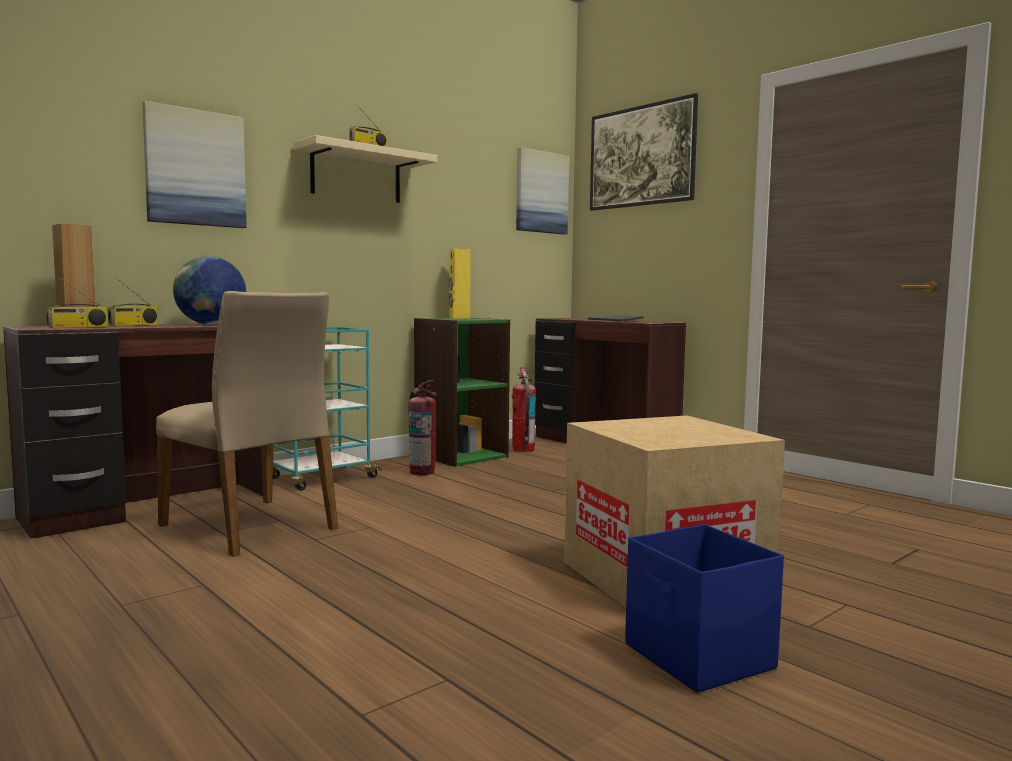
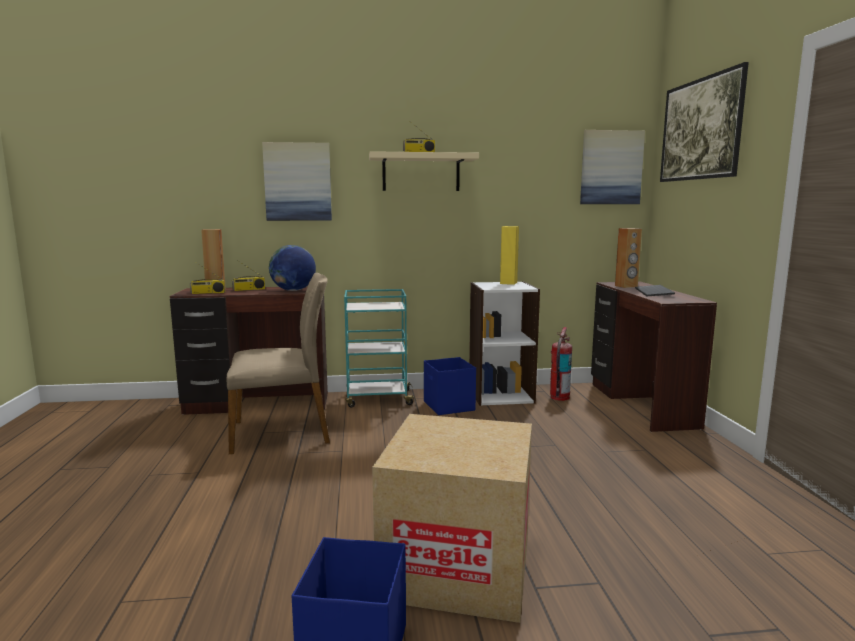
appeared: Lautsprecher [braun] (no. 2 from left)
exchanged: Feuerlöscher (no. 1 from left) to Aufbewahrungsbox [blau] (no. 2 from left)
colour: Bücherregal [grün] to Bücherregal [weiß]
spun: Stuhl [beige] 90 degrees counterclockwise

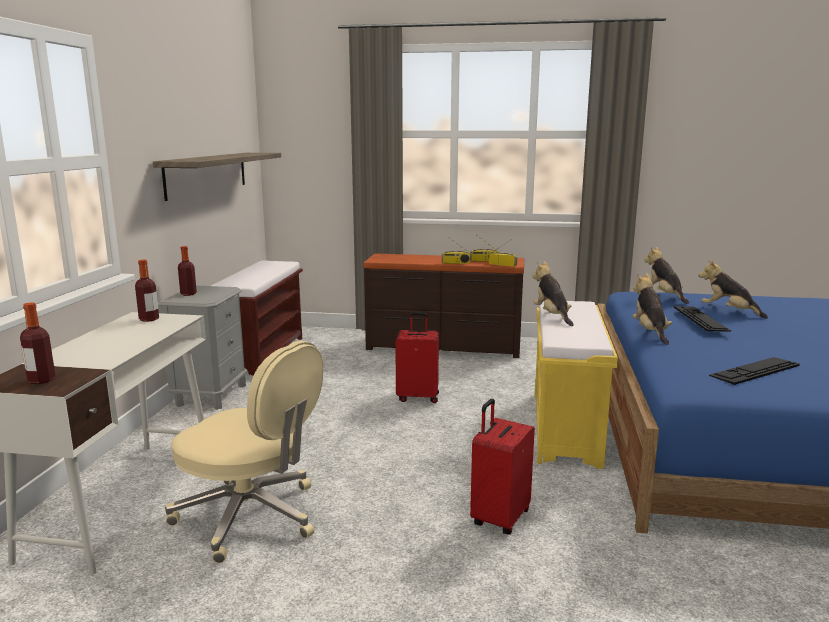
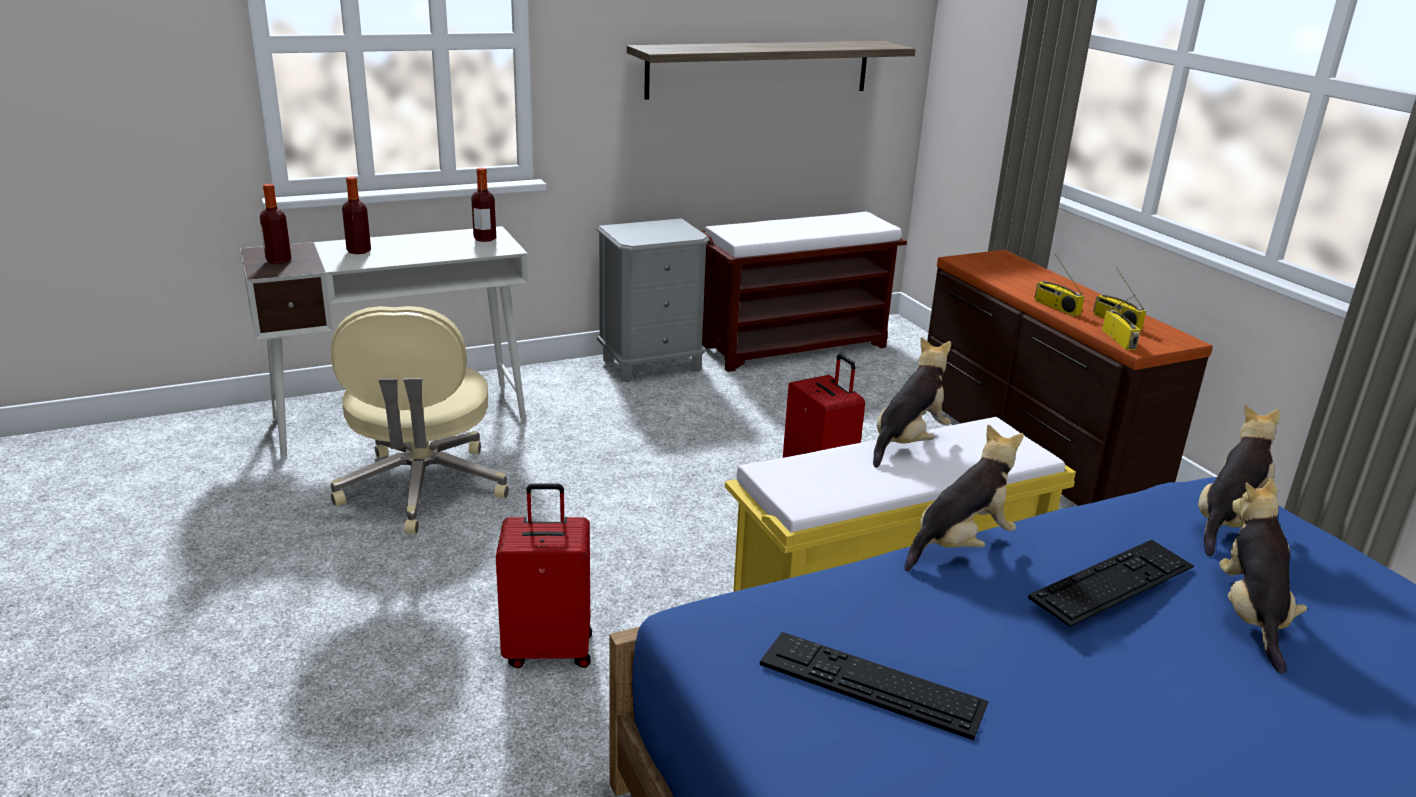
relocated: Flasche (no. 3 from left in the first image) to Flasche (no. 2 from left)

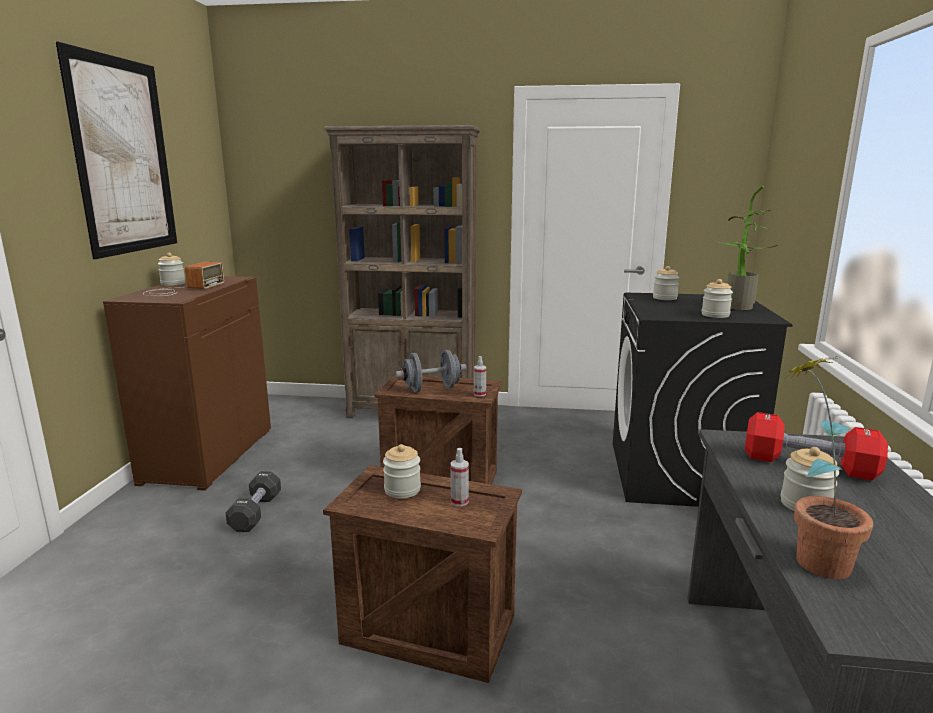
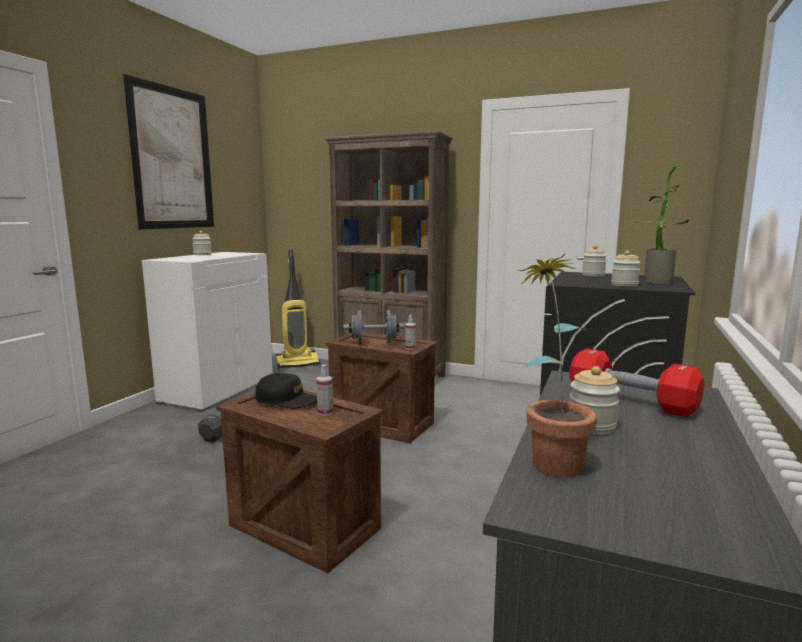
missing: Radio
appeared: Staubsauger
exchanged: Vorratsglas (no. 2 from left) to Kappe [schwarz]
colour: Schrank [braun] to Schrank [weiß]

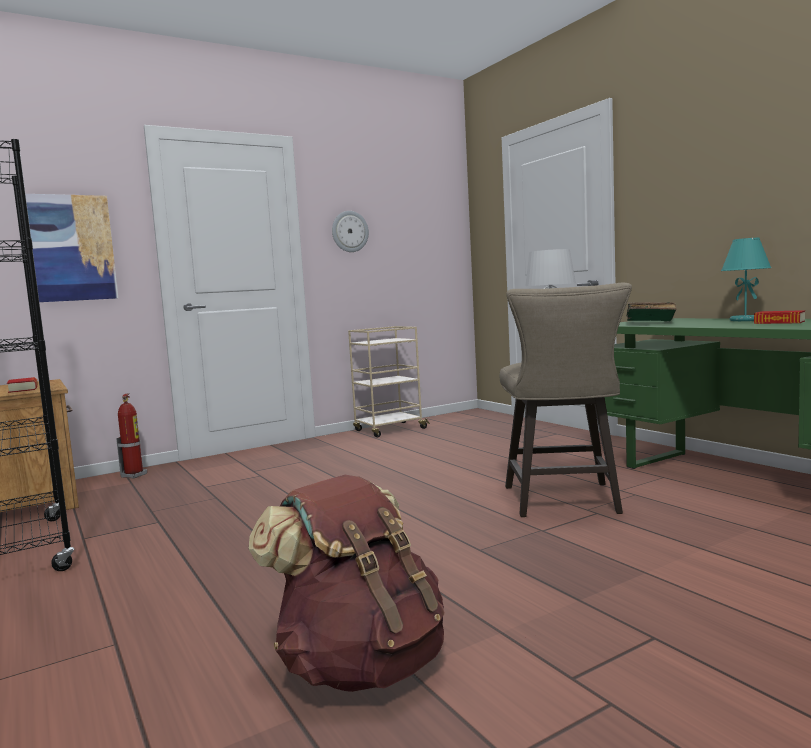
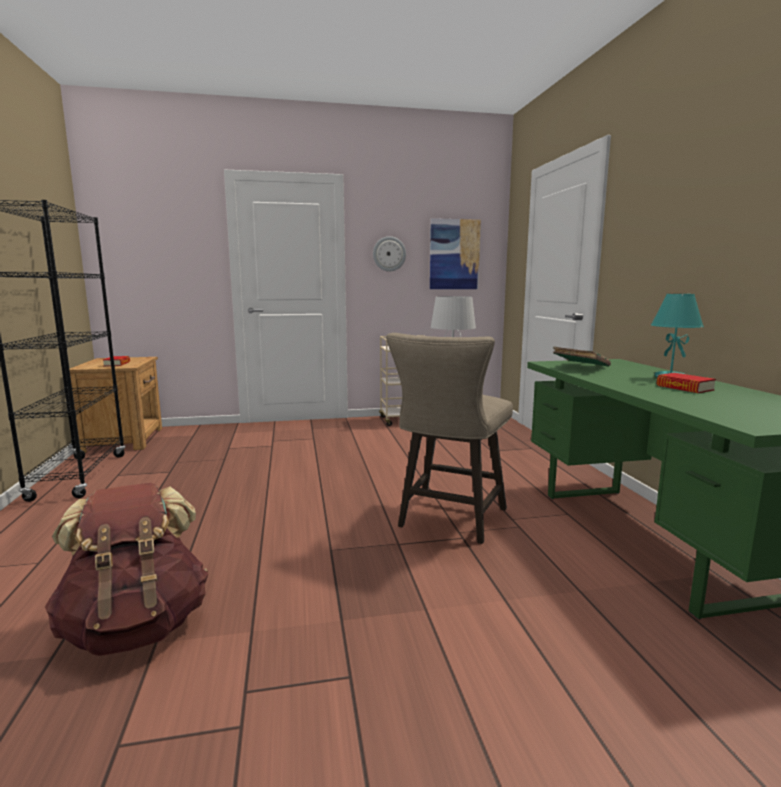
missing: Feuerlöscher
relocated: Bild

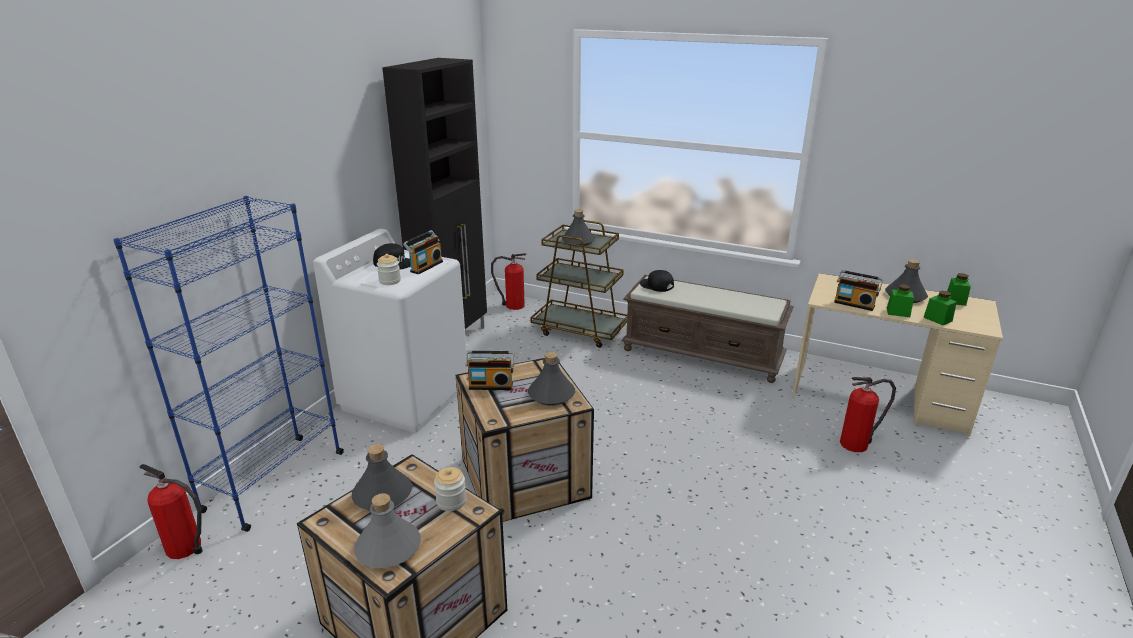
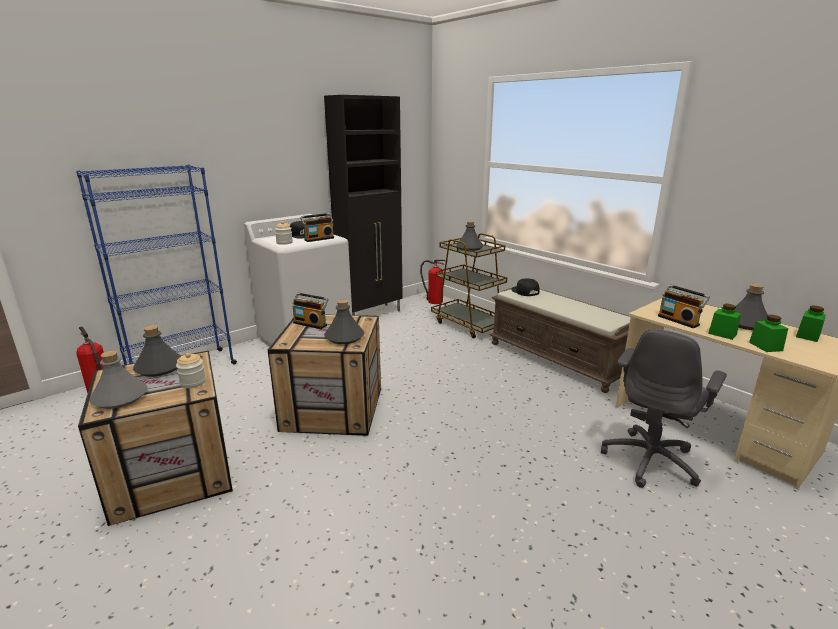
exchanged: Feuerlöscher (no. 3 from left) to Bürostuhl [grau]

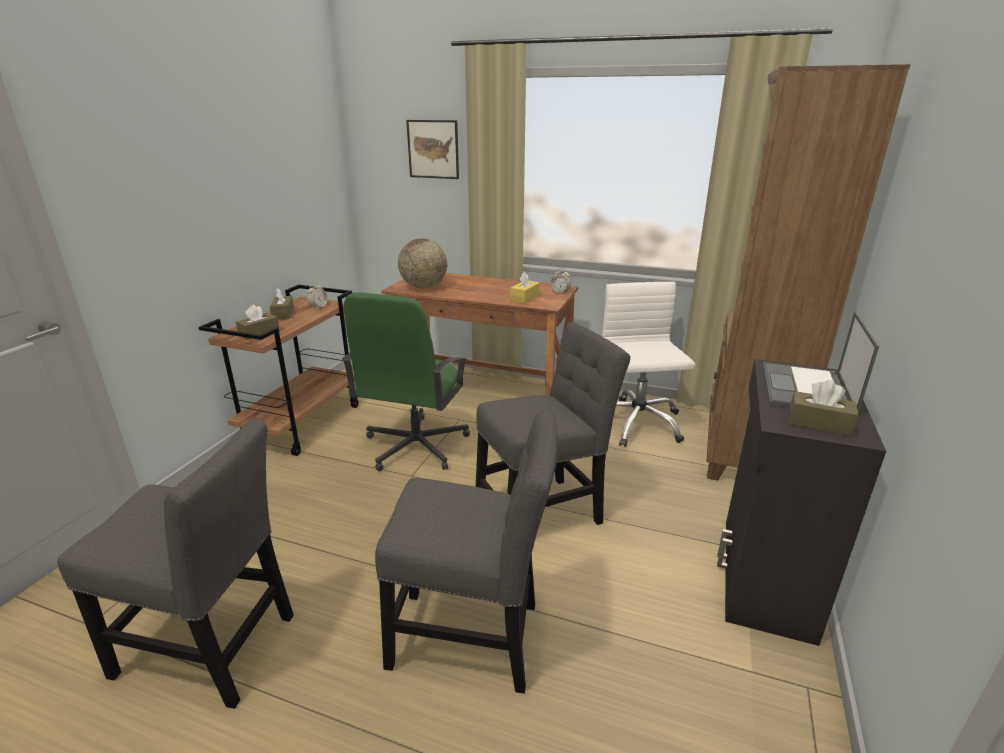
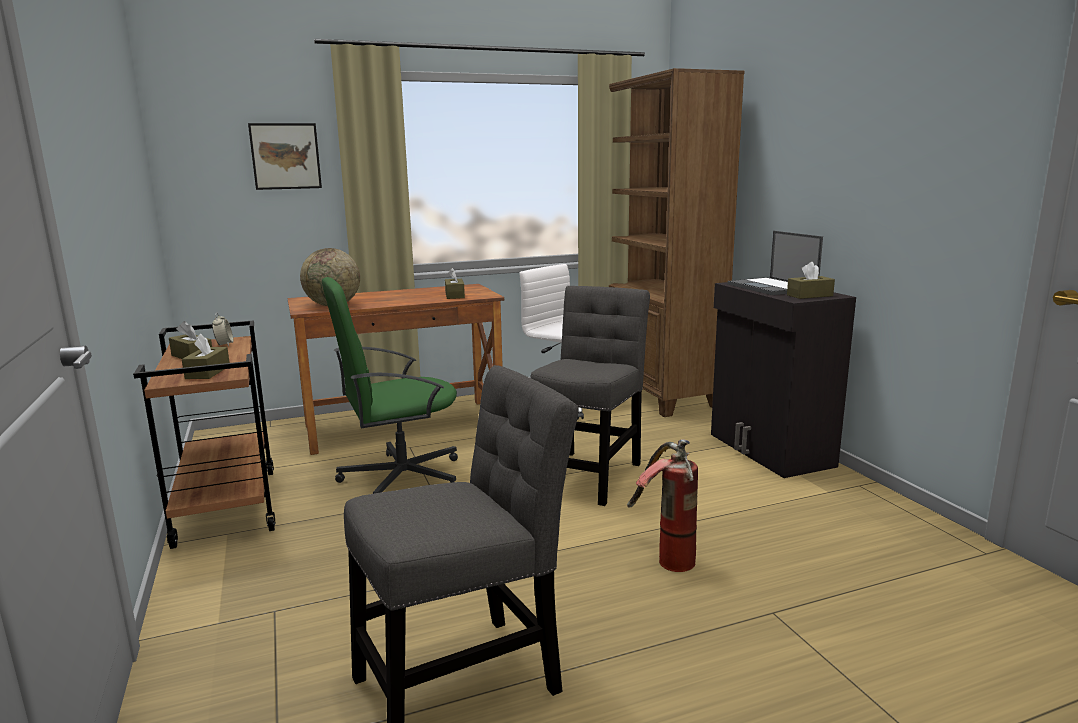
missing: Wecker (no. 2 from left)
exchanged: Stuhl [grau] (no. 2 from left) to Feuerlöscher
colour: Taschentuchbox [gelb] to Taschentuchbox [braun] (no. 3 from left)
spun: Bürostuhl [grün] 90 degrees clockwise

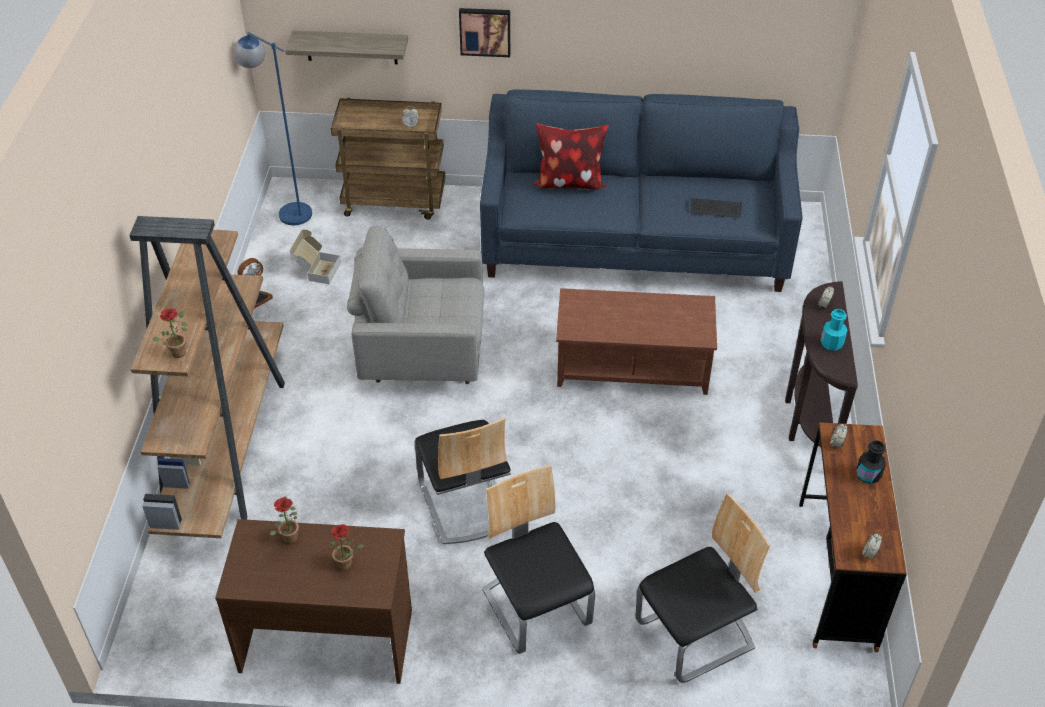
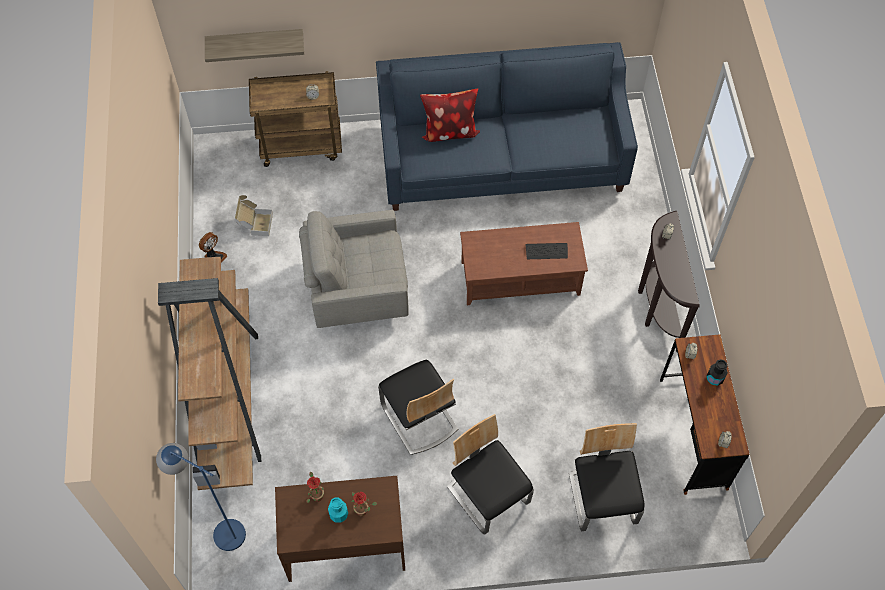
missing: Bild; Topfpflanze (no. 1 from left)
relocated: Stehlampe [blau]; Tastatur; Flasche [türkis]
spun: Stuhl (no. 3 from left) 60 degrees counterclockwise

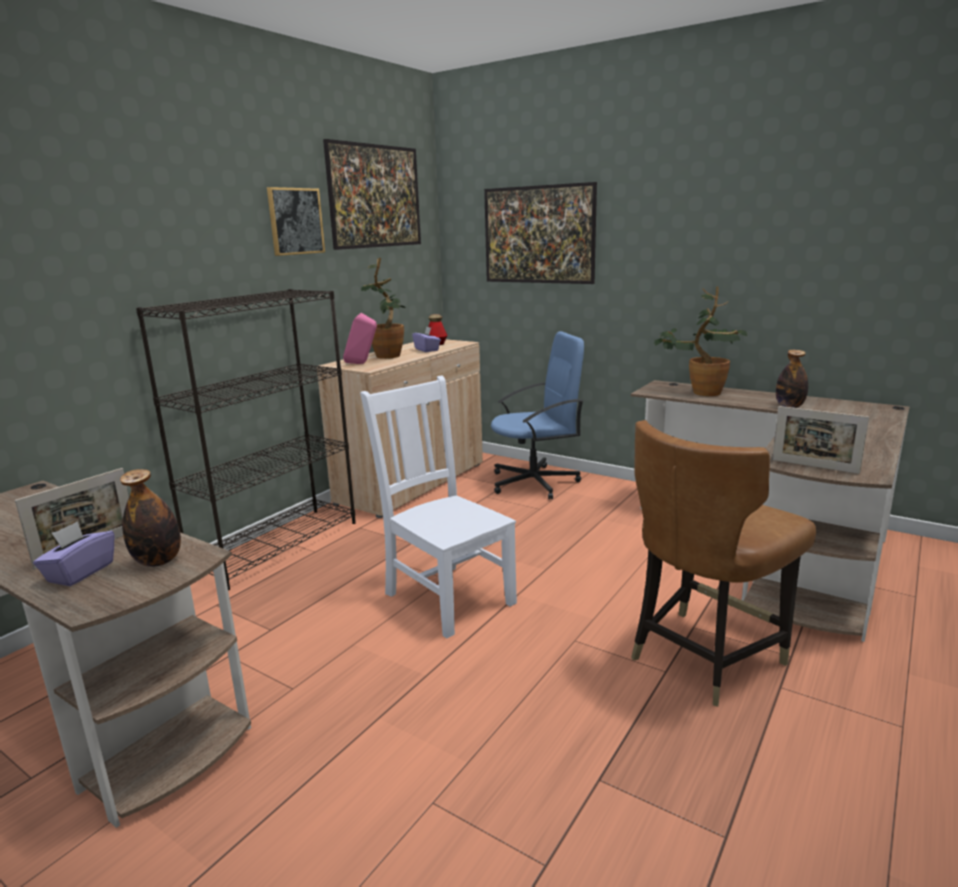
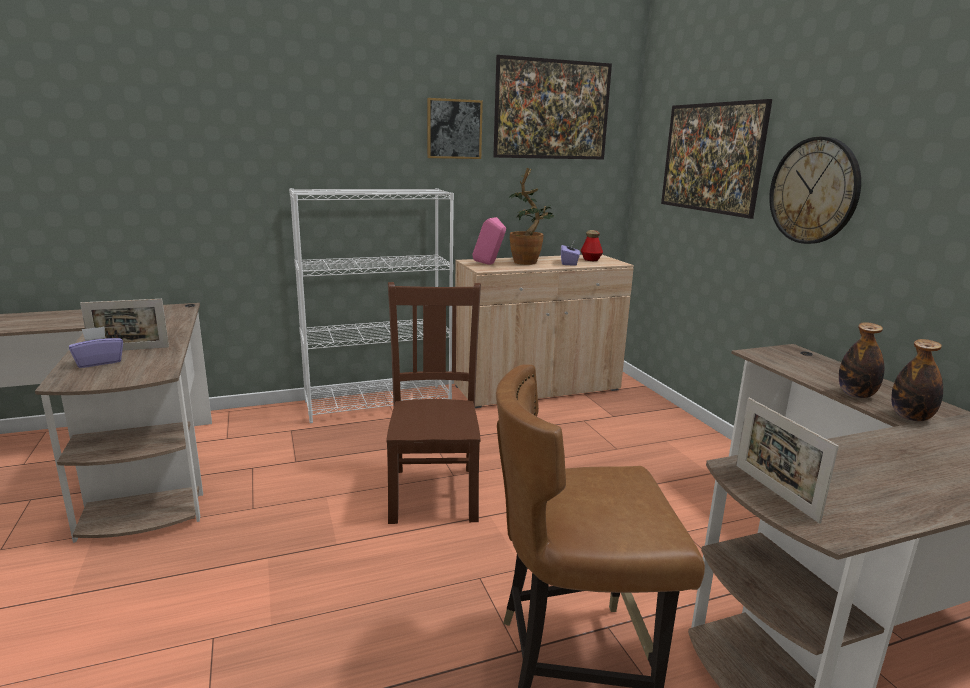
missing: Topfpflanze (no. 2 from left); Bürostuhl [blau]
appeared: Wanduhr
relocated: Flasche (no. 1 from left in the first image) to Flasche (no. 2 from left)
colour: Bücherregal [schwarz] to Bücherregal [weiß]; Stuhl [weiß] to Stuhl [braun] (no. 1 from left)

